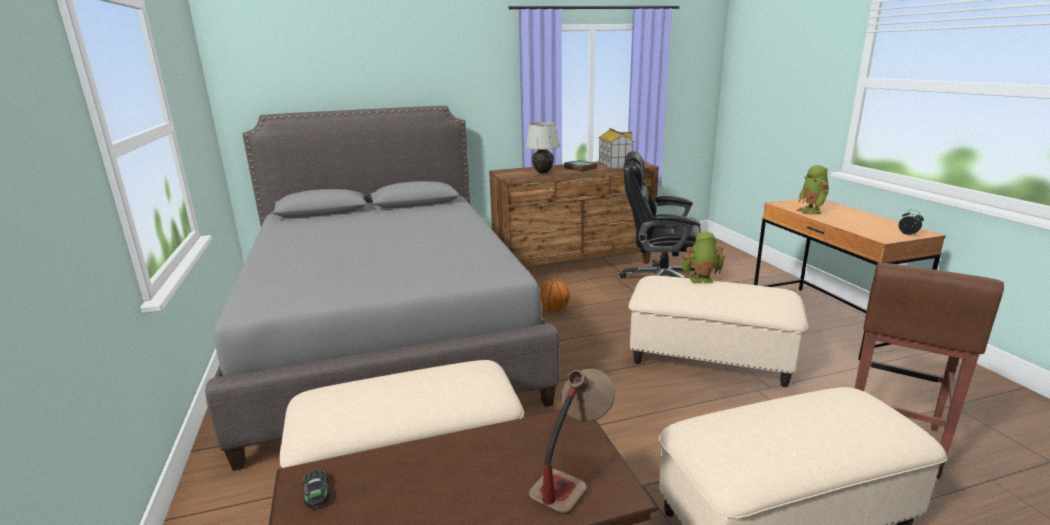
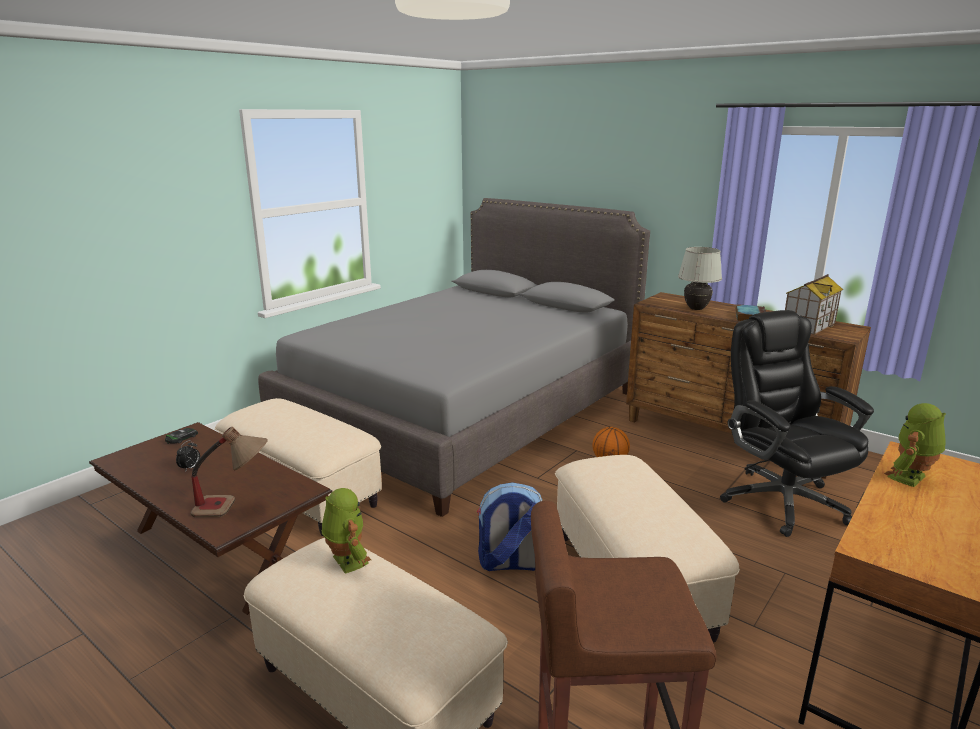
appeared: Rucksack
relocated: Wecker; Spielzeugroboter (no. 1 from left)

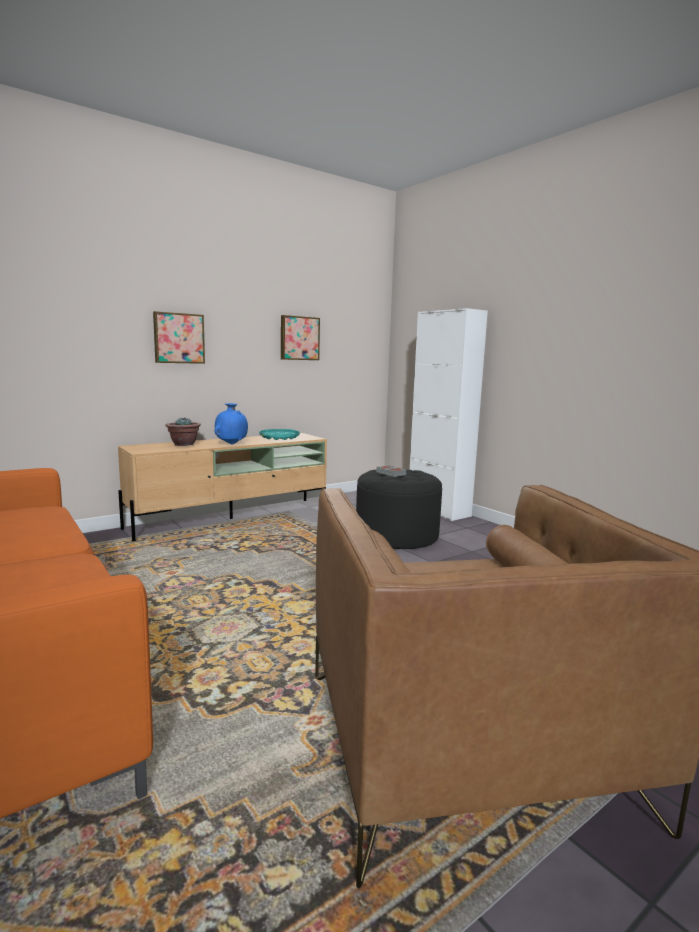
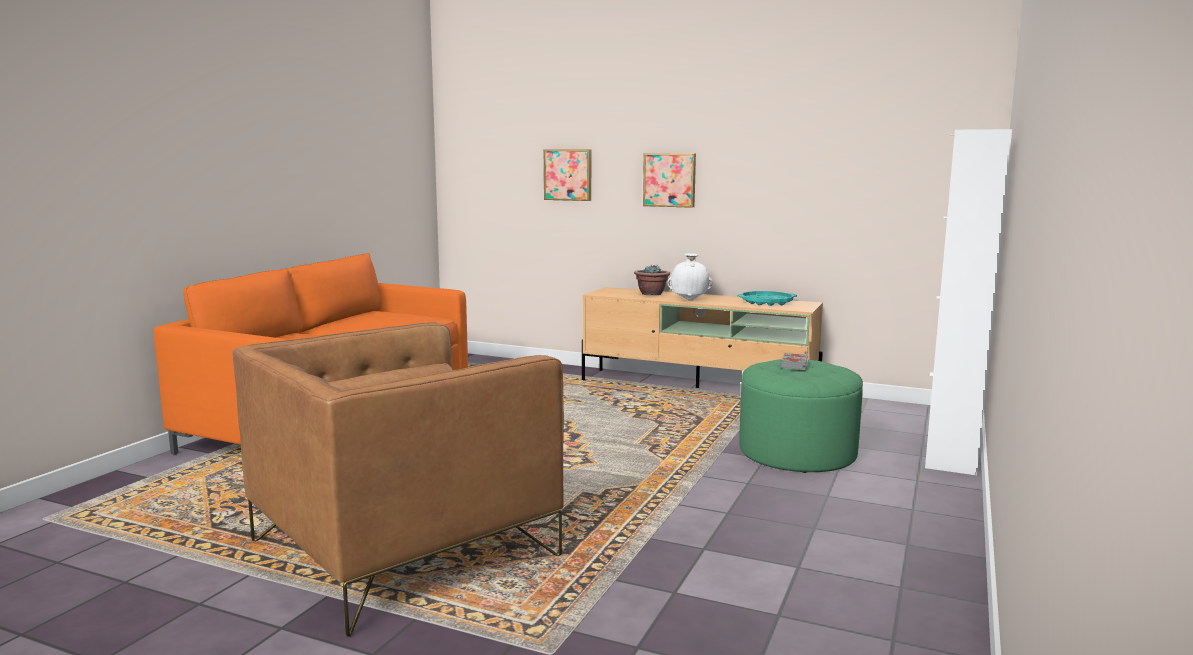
relocated: Bild (no. 2 from left in the first image) to Bild (no. 1 from left)
colour: Vase [blau] to Vase [weiß]; Polsterhocker [schwarz] to Polsterhocker [grün]

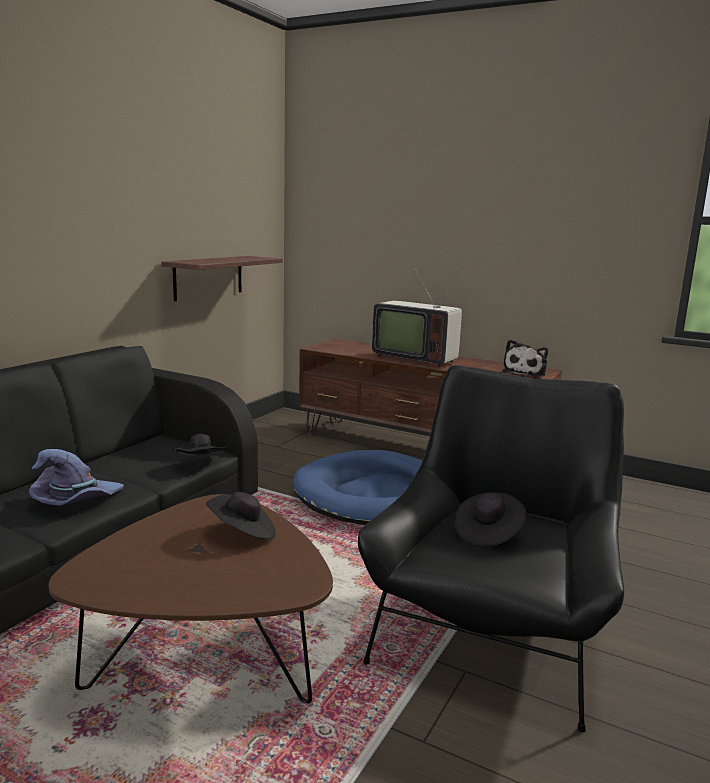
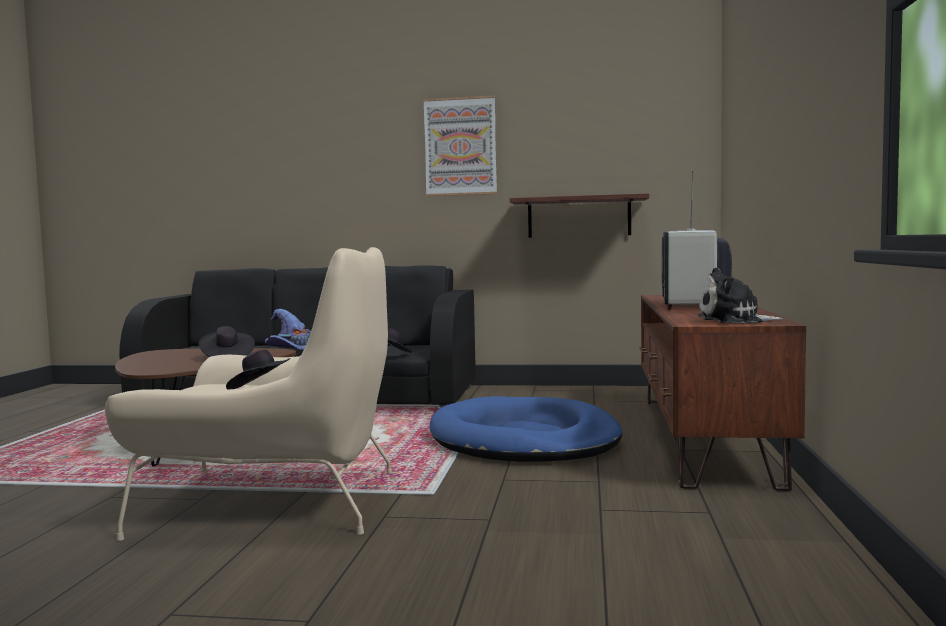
appeared: Bild
colour: Sessel [schwarz] to Sessel [beige]

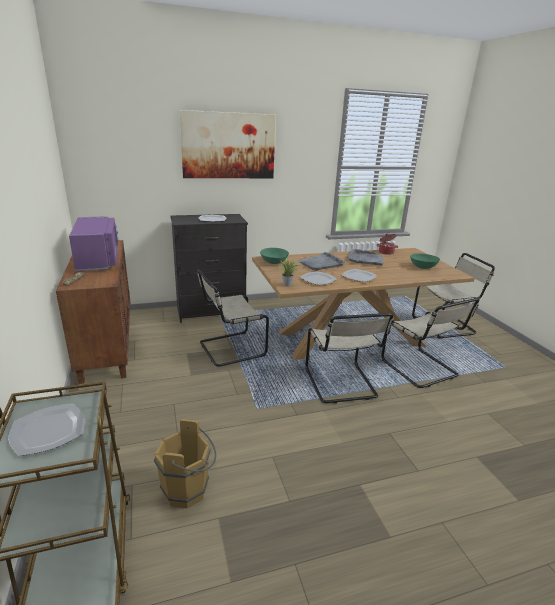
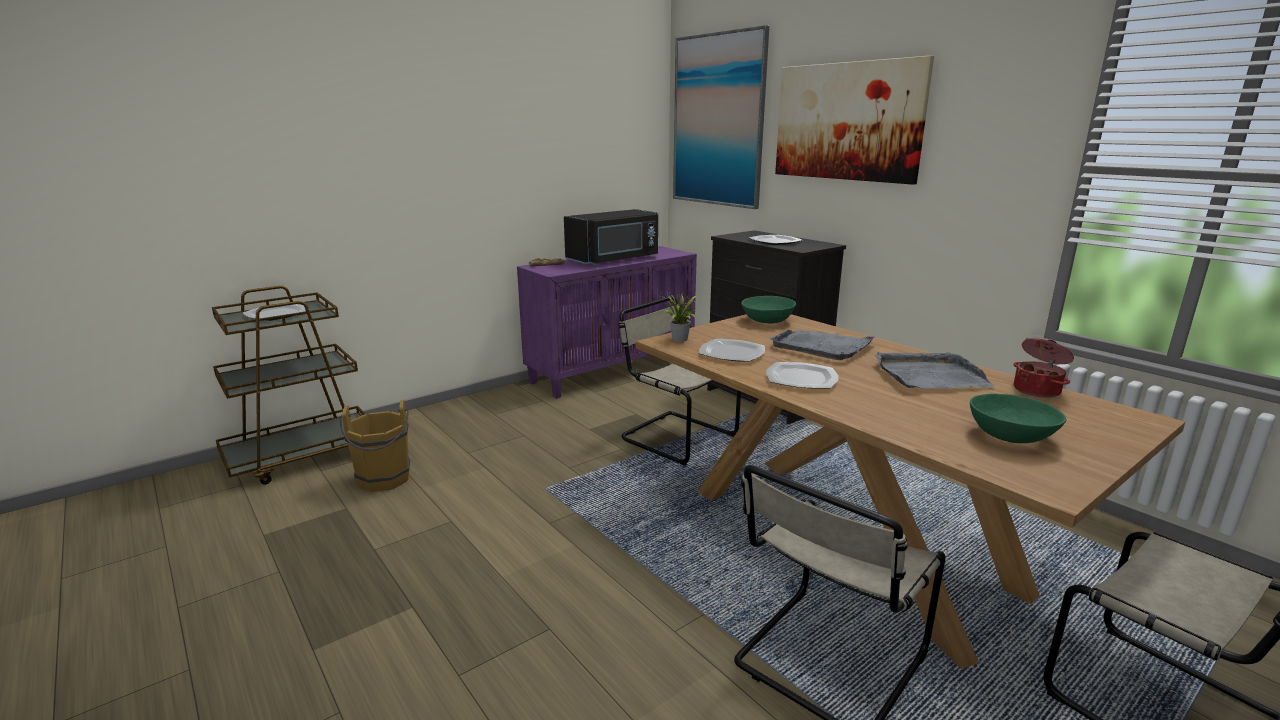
missing: Stuhl [beige] (no. 2 from left)
appeared: Bild (no. 1 from left)
colour: Mikrowelle [lila] to Mikrowelle [schwarz]; Schrank [braun] to Schrank [lila]

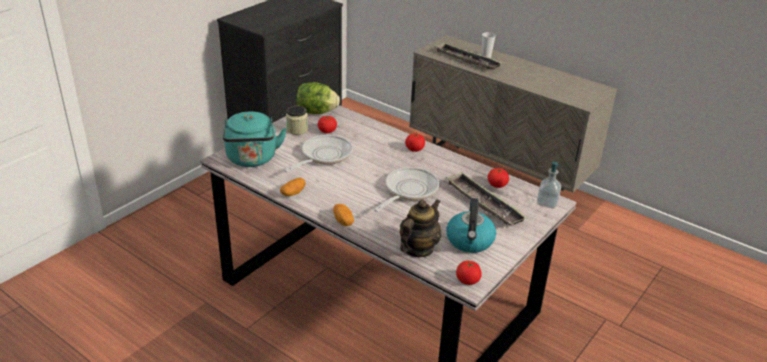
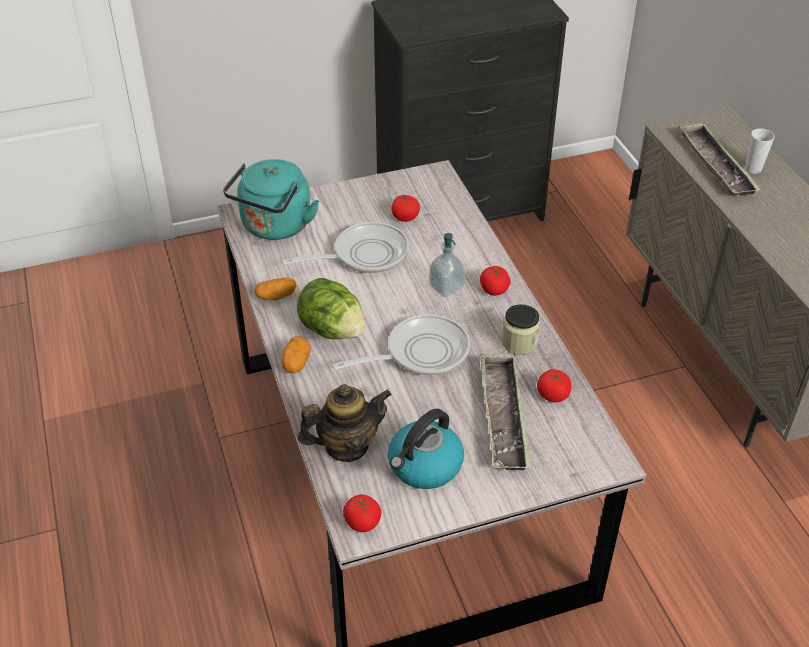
relocated: Salatkopf; Vorratsglas; Seifenspender

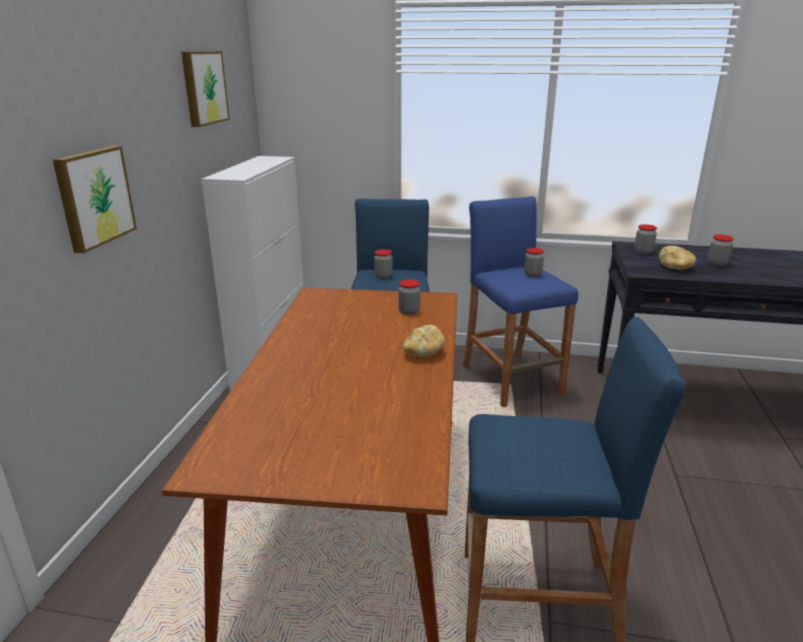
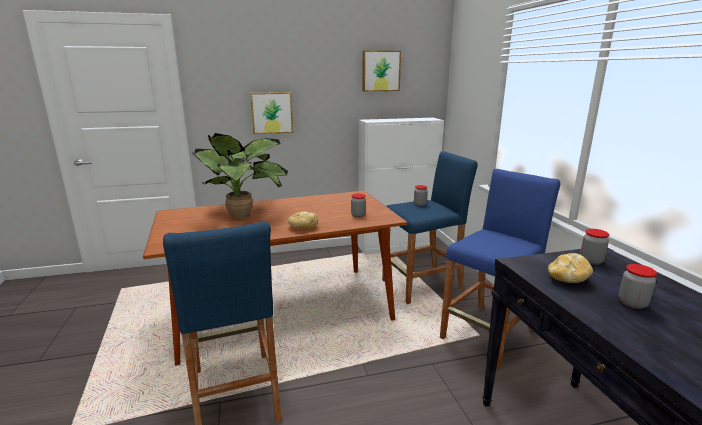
missing: Vorratsglas (no. 3 from left)
appeared: Topfpflanze

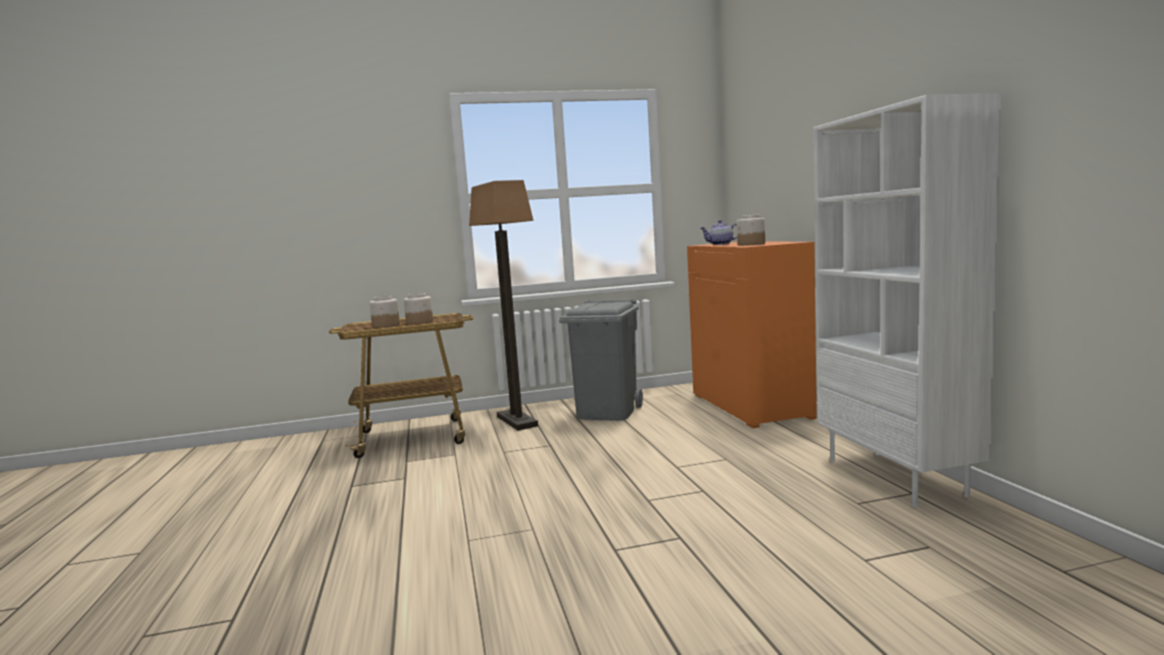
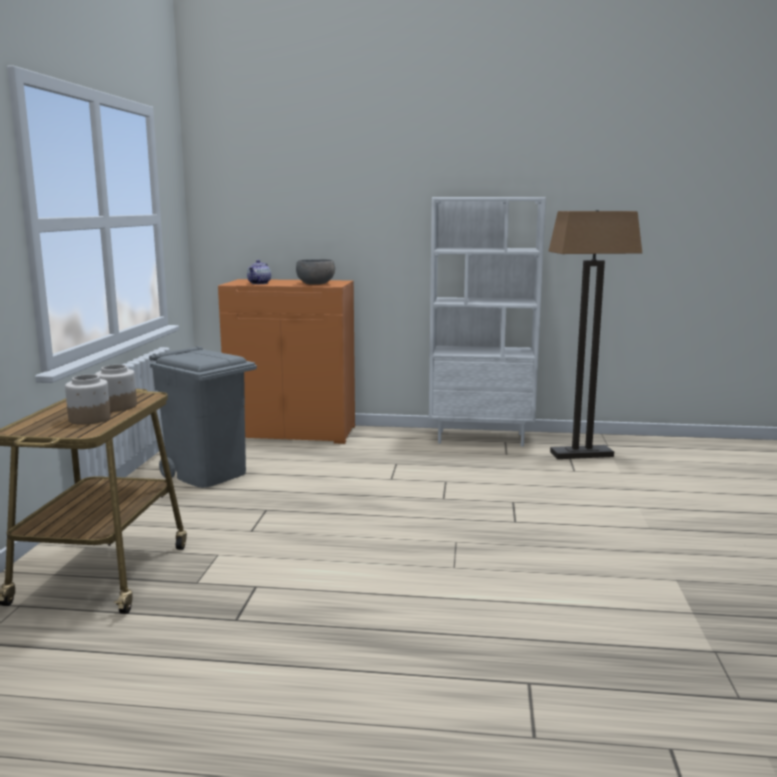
relocated: Stehlampe
exchanged: Vorratsglas (no. 3 from left) to Schüssel [grau]

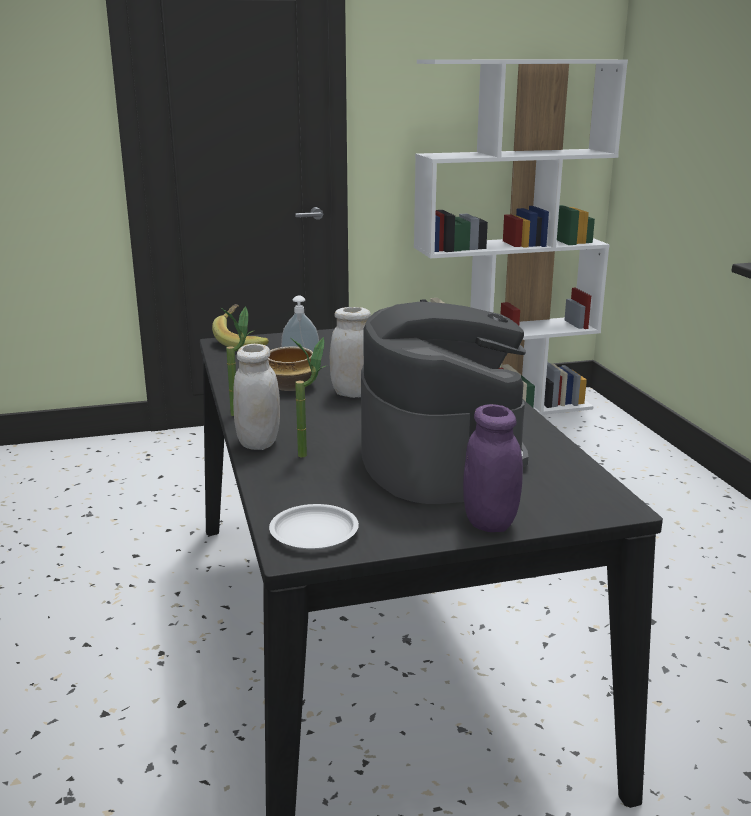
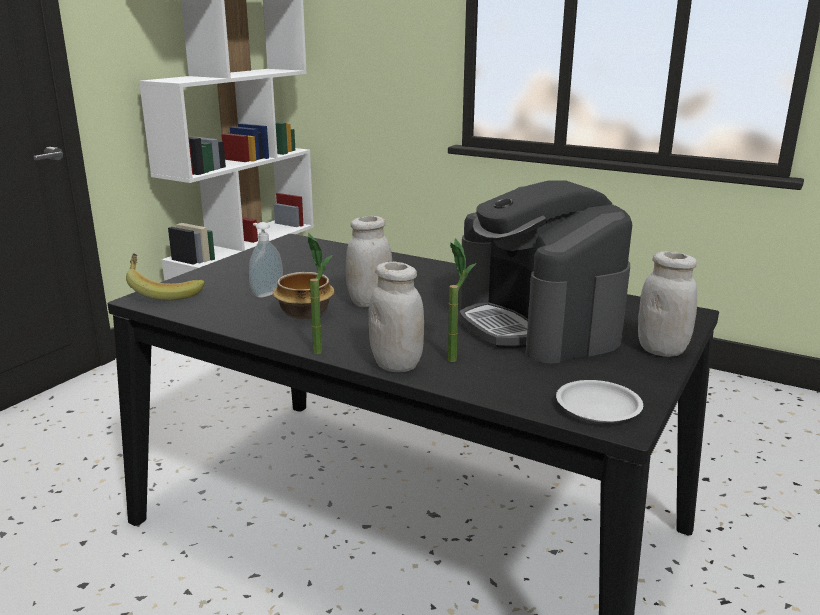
colour: Vorratsglas [lila] to Vorratsglas [weiß] (no. 3 from left)
spun: Kaffeemaschine 150 degrees counterclockwise

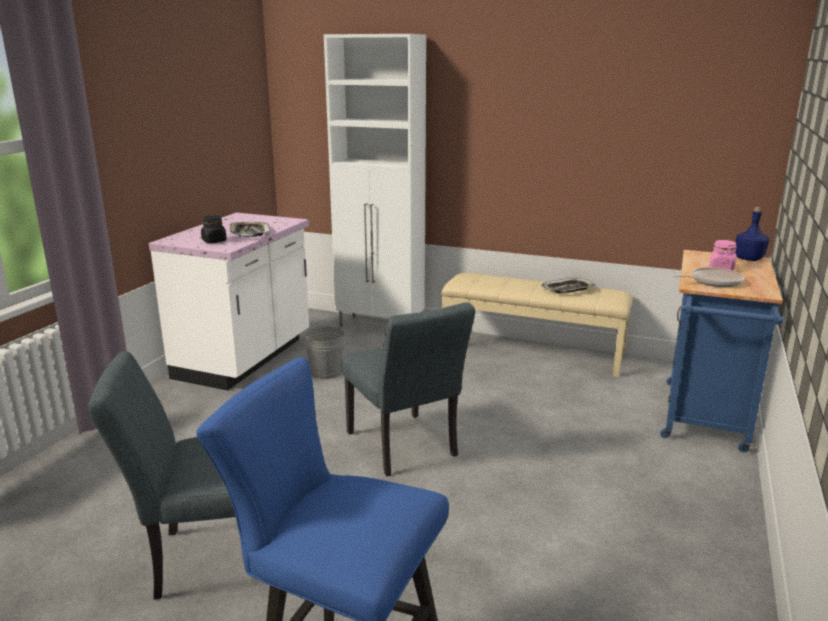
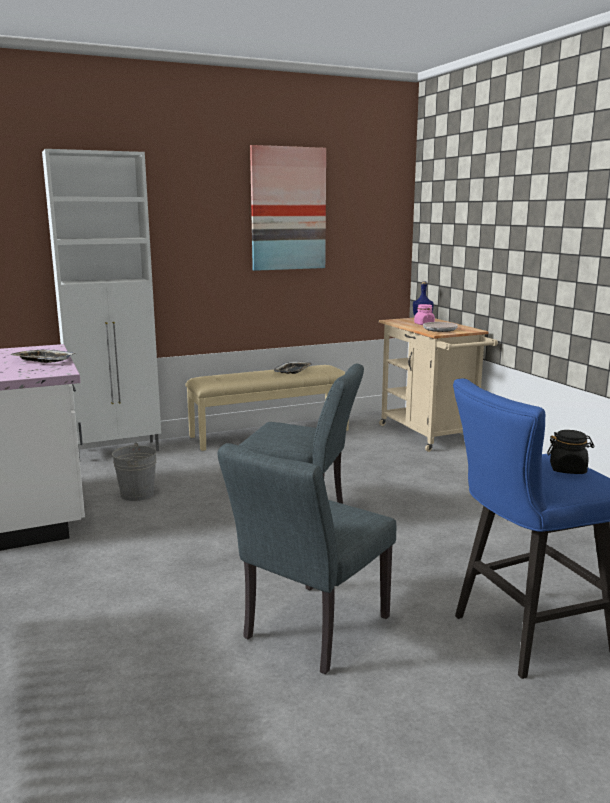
appeared: Bild
relocated: Vorratsglas [schwarz]
colour: Rollwagen [blau] to Rollwagen [beige]

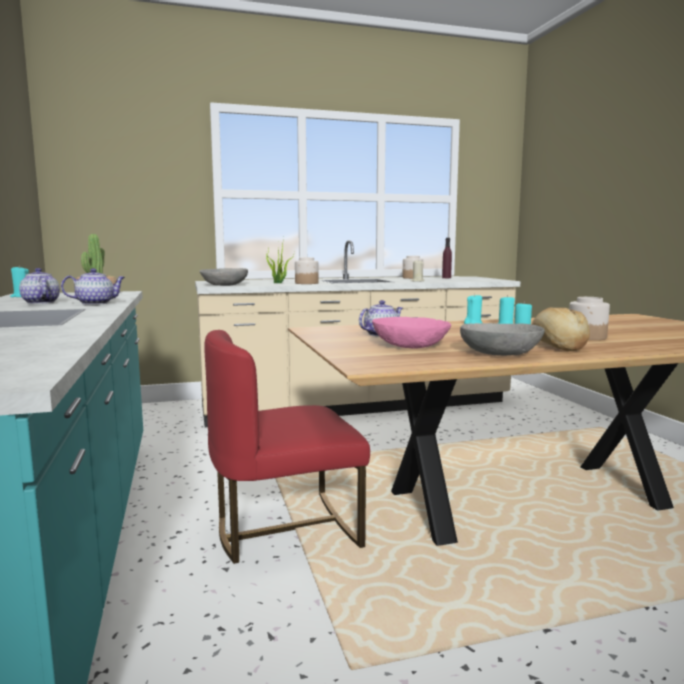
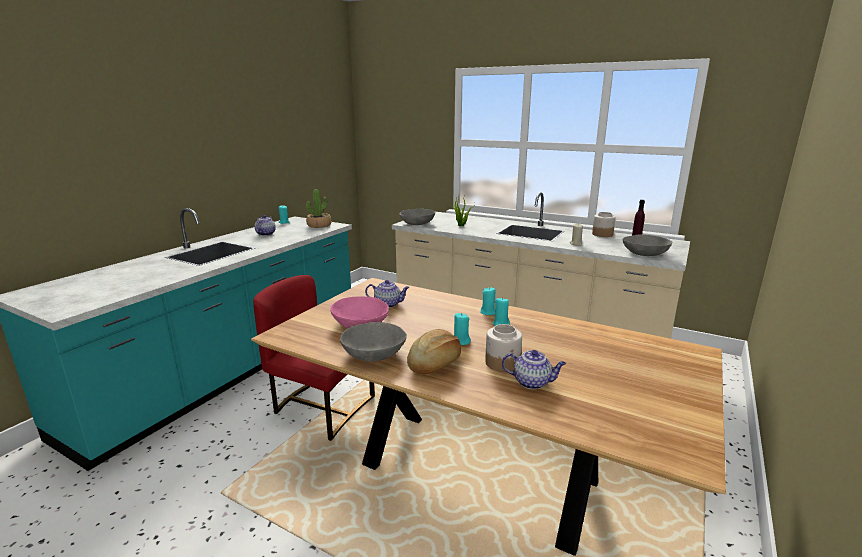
missing: Vorratsglas (no. 1 from left)
appeared: Schüssel [grau] (no. 3 from left)
relocated: Teekanne (no. 2 from left in the first image) to Teekanne (no. 3 from left)

